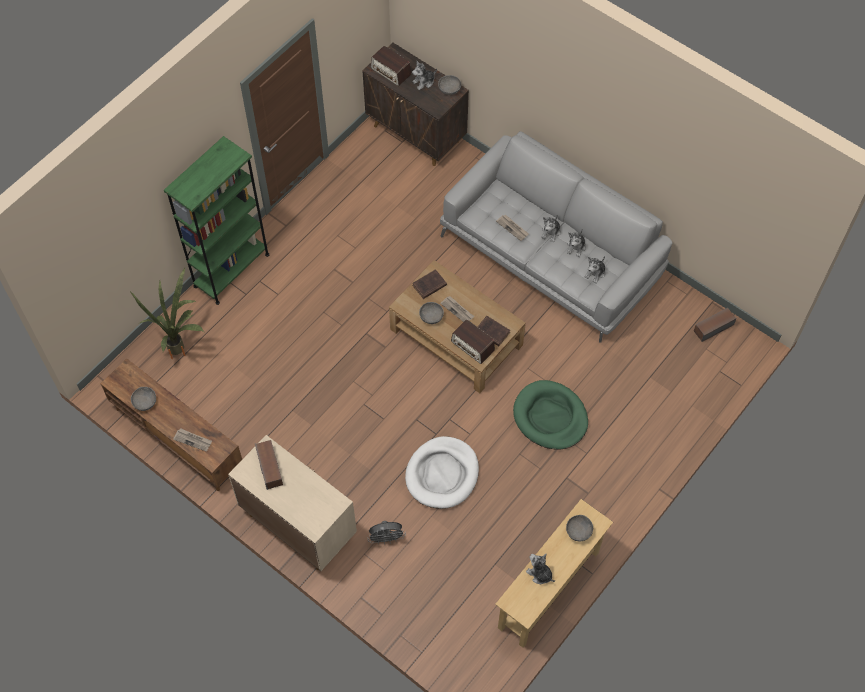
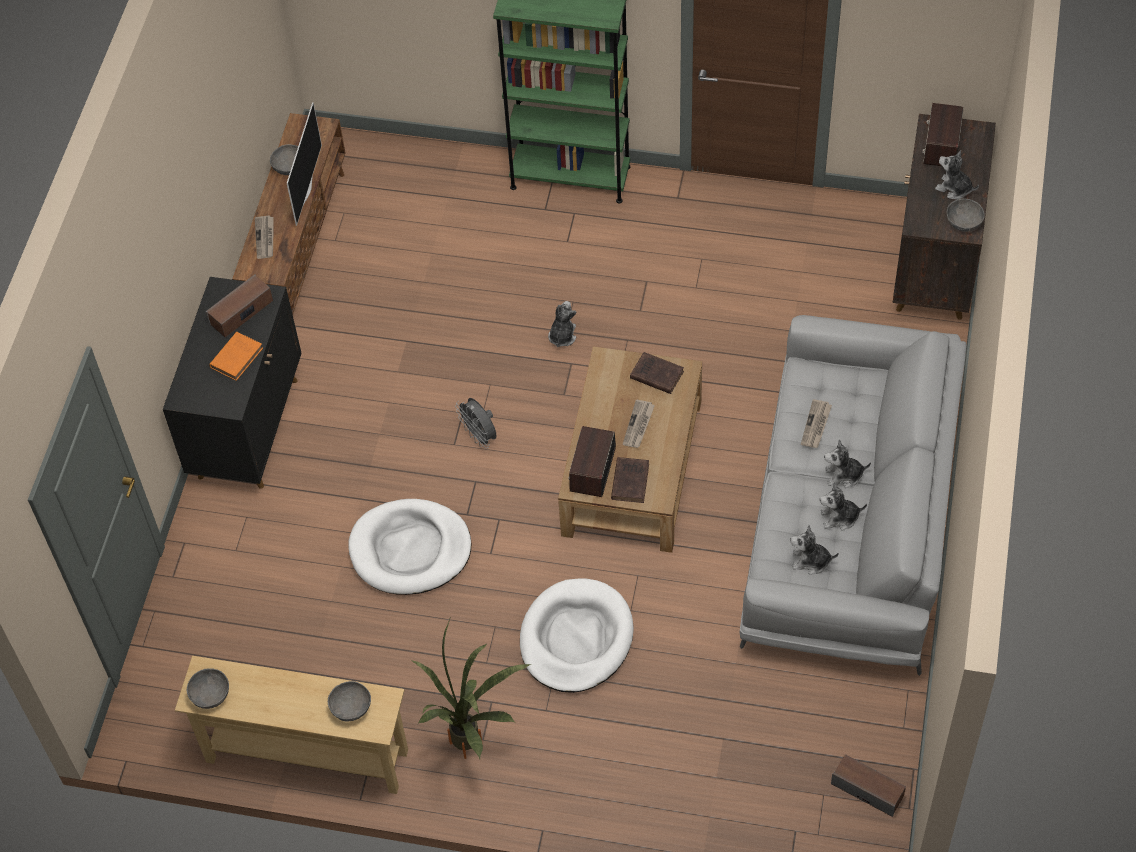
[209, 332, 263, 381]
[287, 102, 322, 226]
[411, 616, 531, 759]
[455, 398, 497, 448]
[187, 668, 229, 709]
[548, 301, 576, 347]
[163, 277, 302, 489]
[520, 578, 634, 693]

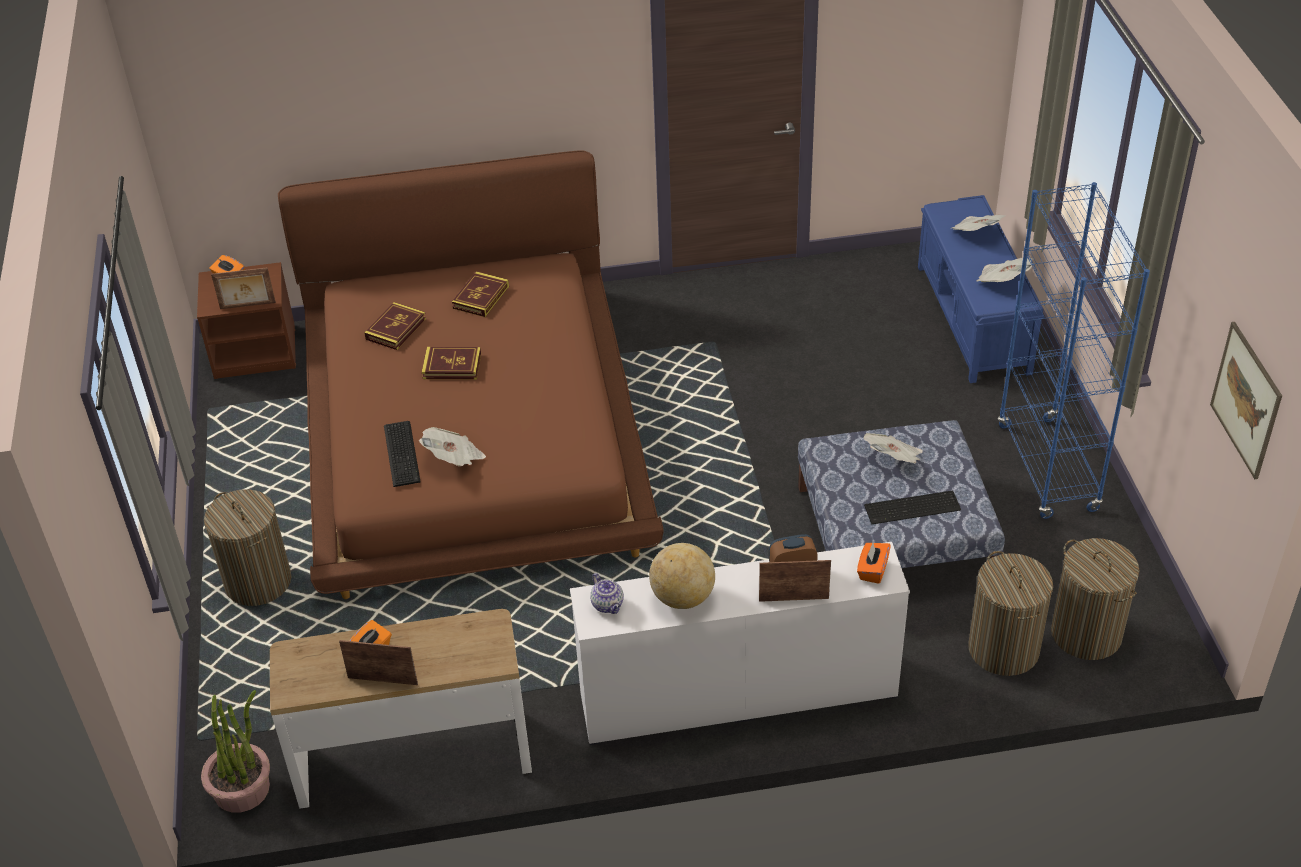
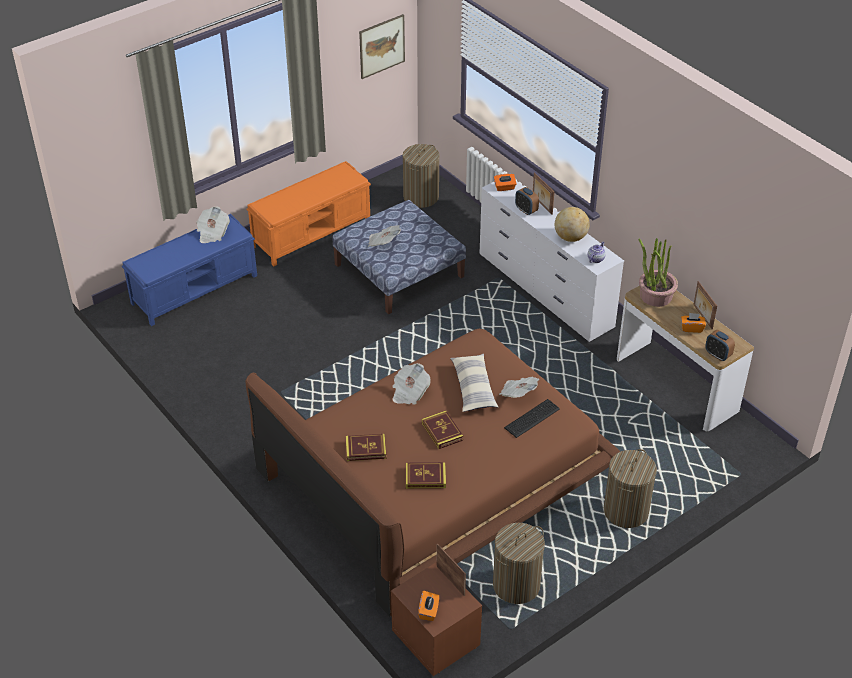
[864, 490, 961, 524] (first image)
[450, 354, 498, 412]
[705, 330, 735, 361]
[638, 238, 678, 307]
[392, 363, 431, 405]
[493, 523, 545, 604]
[246, 161, 371, 266]

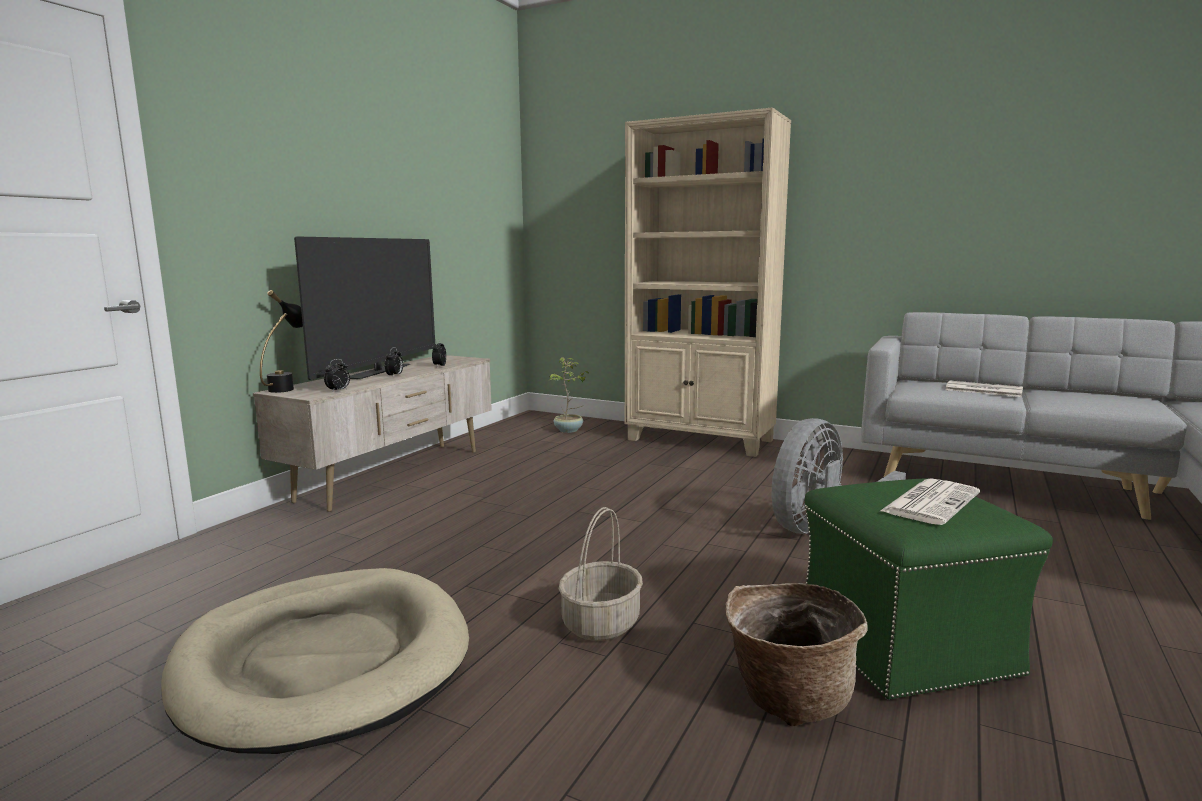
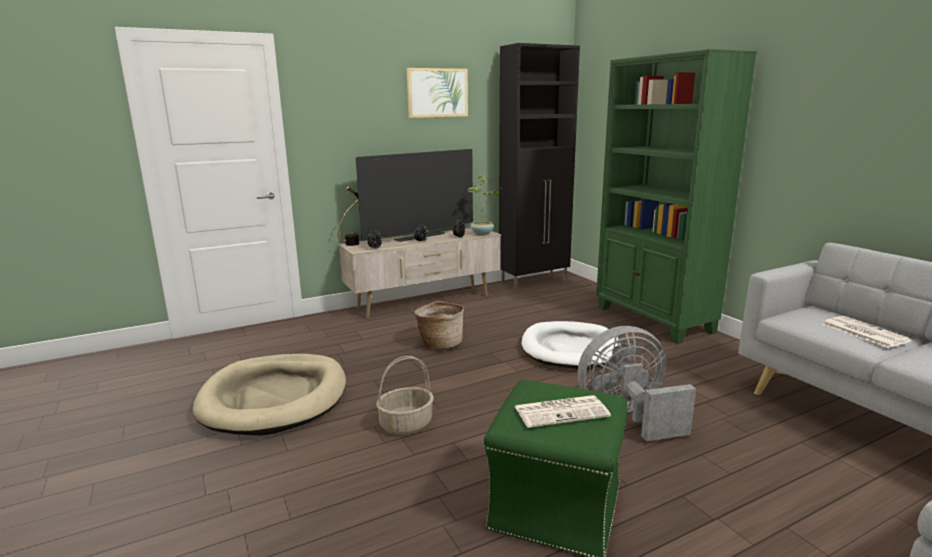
[407, 68, 468, 118]
[499, 43, 580, 290]
[522, 321, 620, 369]
[468, 175, 500, 235]
[414, 301, 464, 349]
[596, 49, 757, 344]

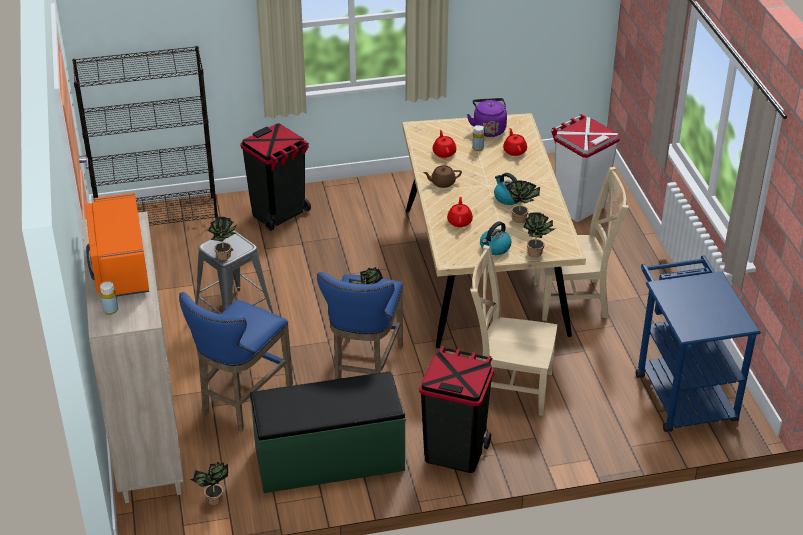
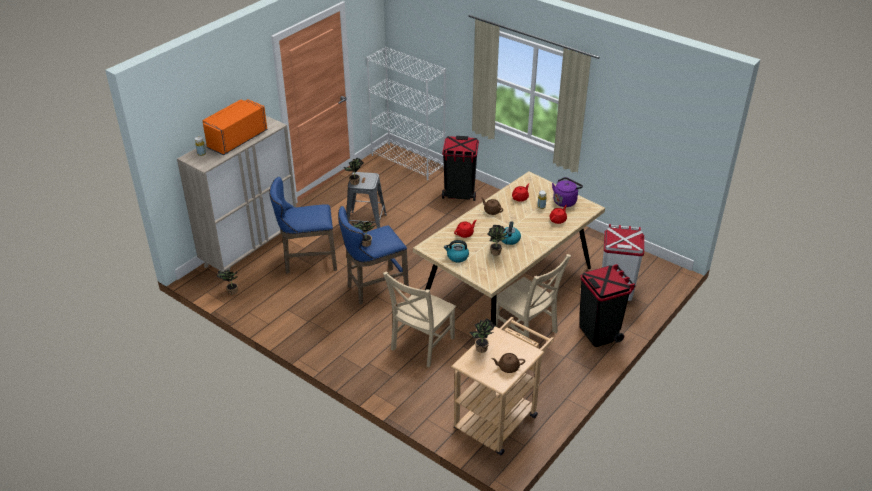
[250, 372, 406, 493] (first image)
[491, 353, 525, 373]
[579, 264, 635, 347]
[469, 318, 496, 353]
[366, 47, 446, 180]
[451, 317, 554, 455]
[383, 271, 456, 367]

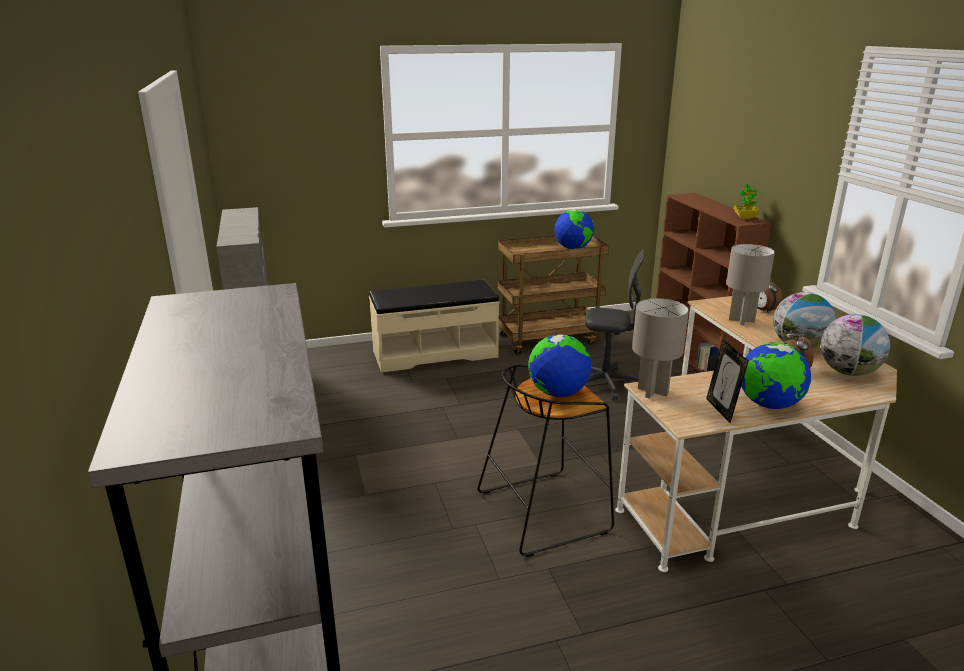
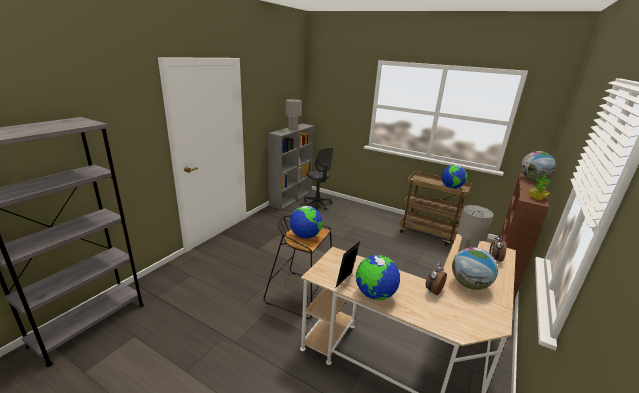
[369, 280, 500, 373] (first image)
[304, 148, 333, 210]
[286, 99, 302, 131]
[521, 151, 556, 181]

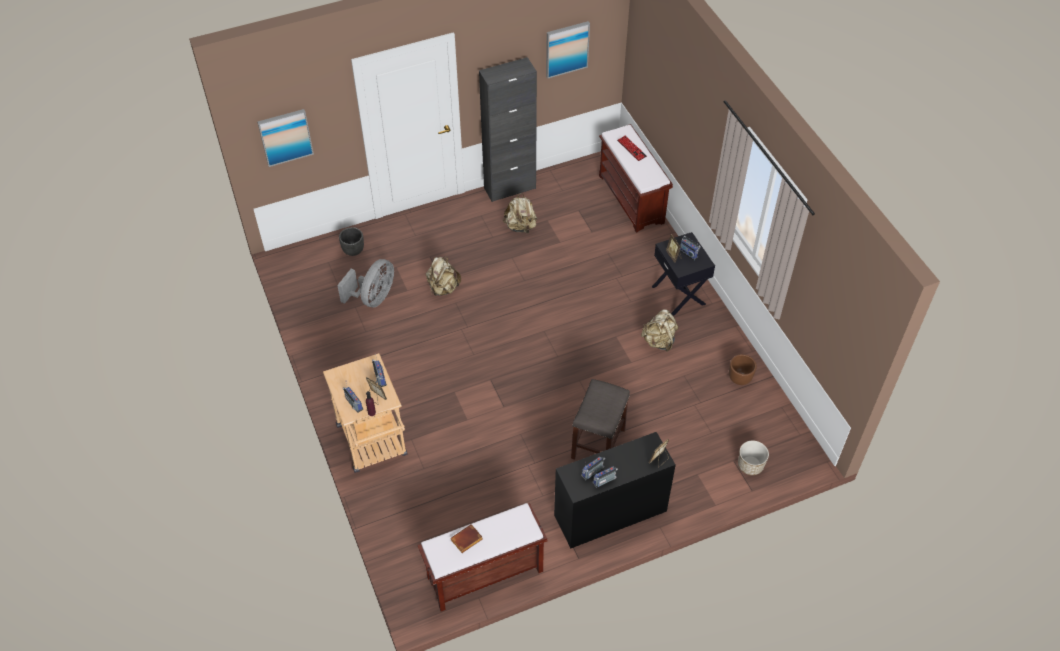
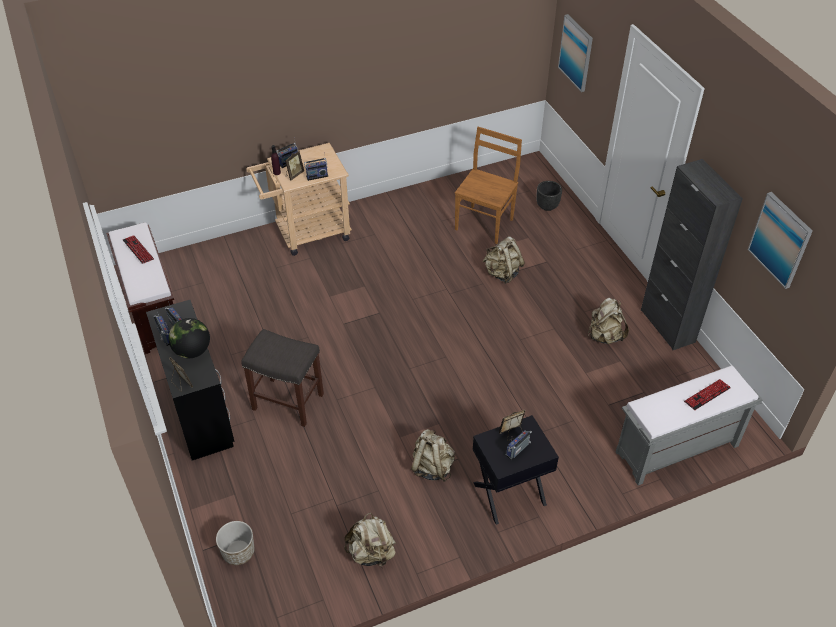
[168, 318, 210, 358]
[455, 127, 522, 244]
[123, 235, 154, 264]
[344, 512, 396, 566]
[616, 365, 763, 485]

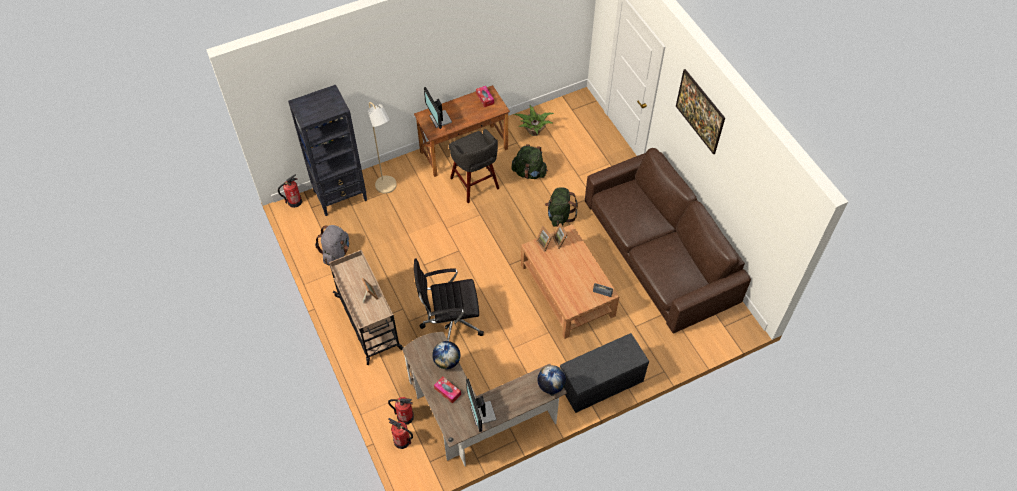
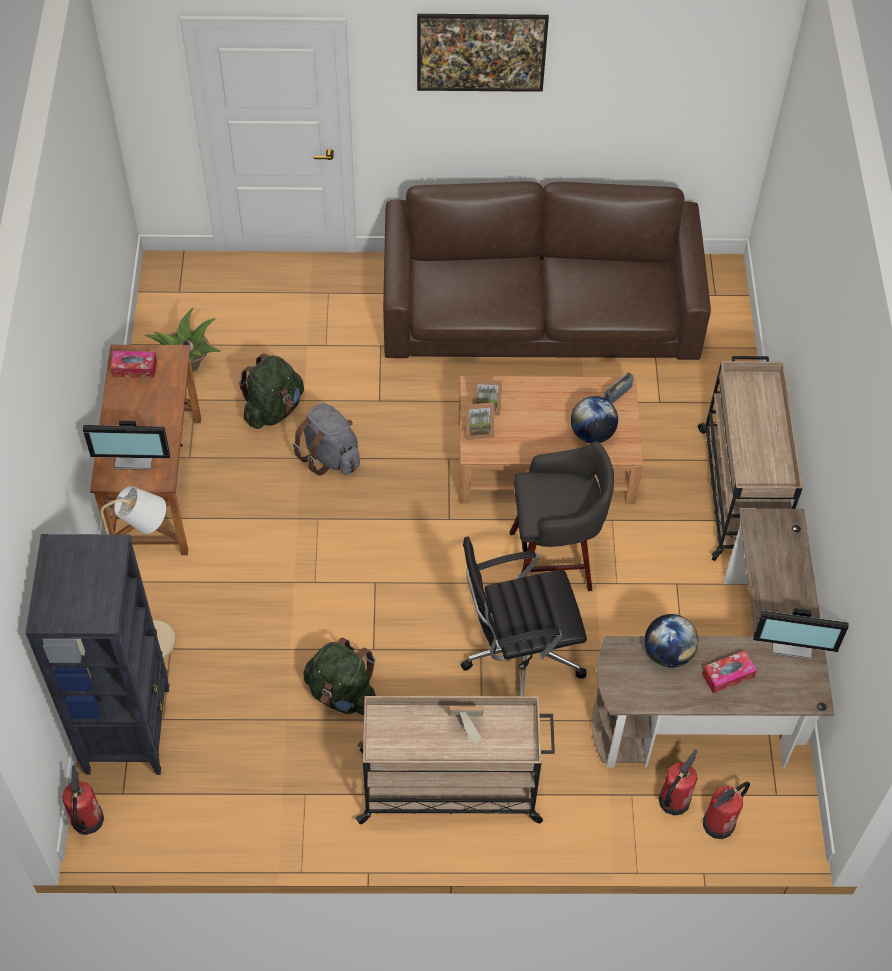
[293, 403, 360, 476]
[510, 441, 614, 591]
[571, 396, 618, 443]
[304, 638, 376, 715]
[698, 356, 803, 561]
[460, 536, 587, 696]

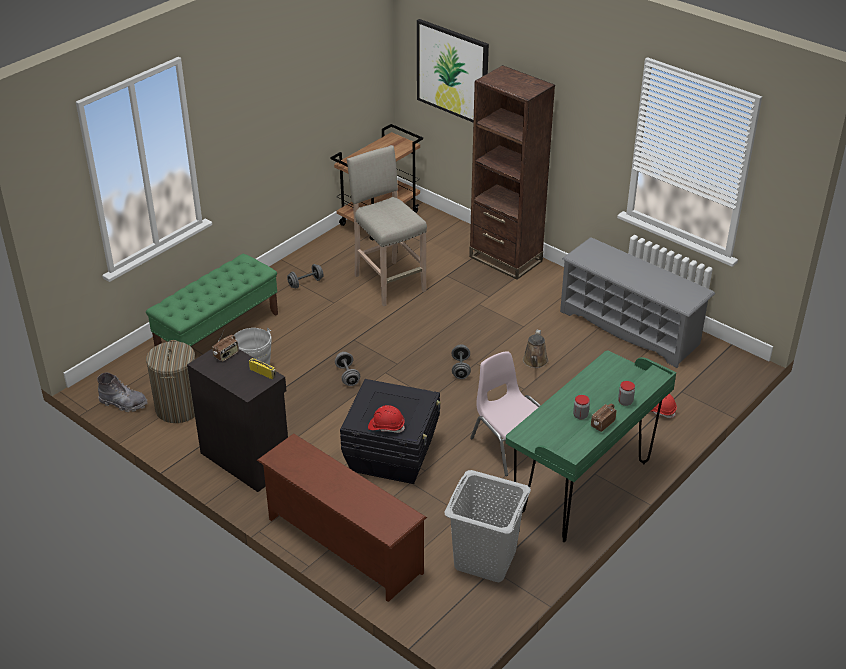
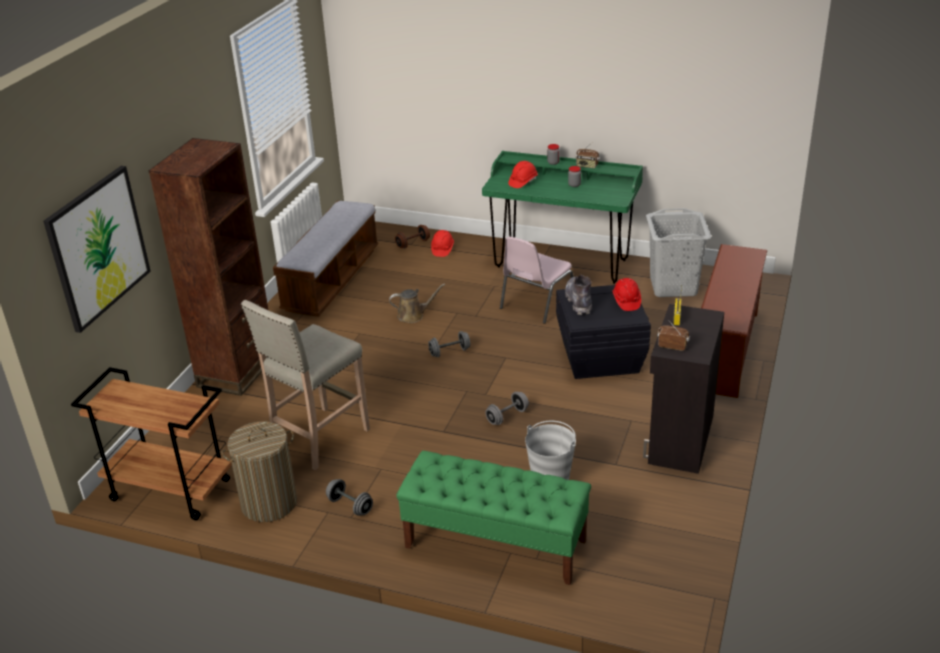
[395, 225, 430, 249]
[508, 161, 538, 188]
[565, 275, 592, 315]
[221, 421, 297, 522]
[273, 201, 378, 317]

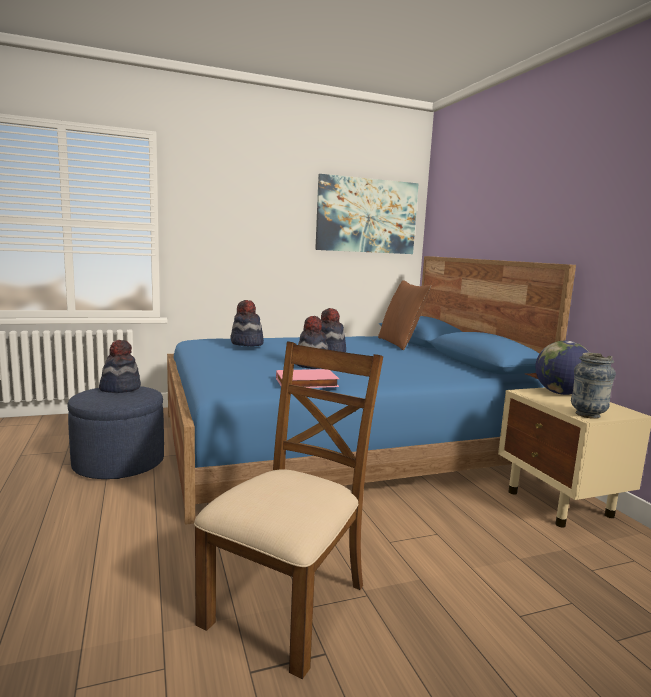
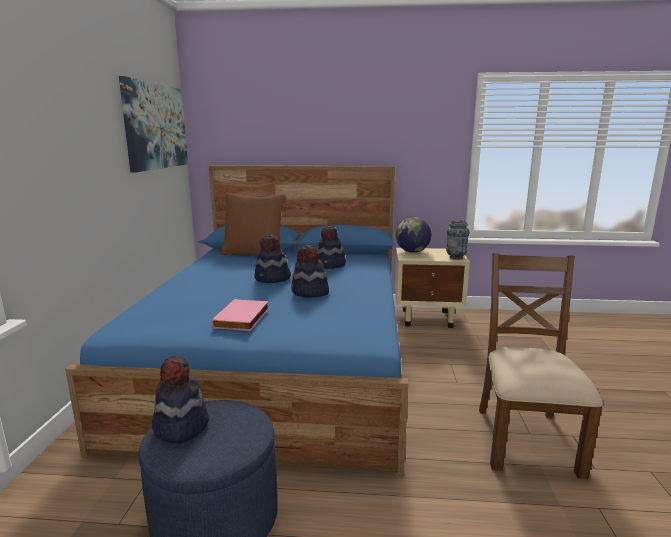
[317, 226, 346, 269]
[212, 299, 269, 331]
[479, 253, 603, 479]

